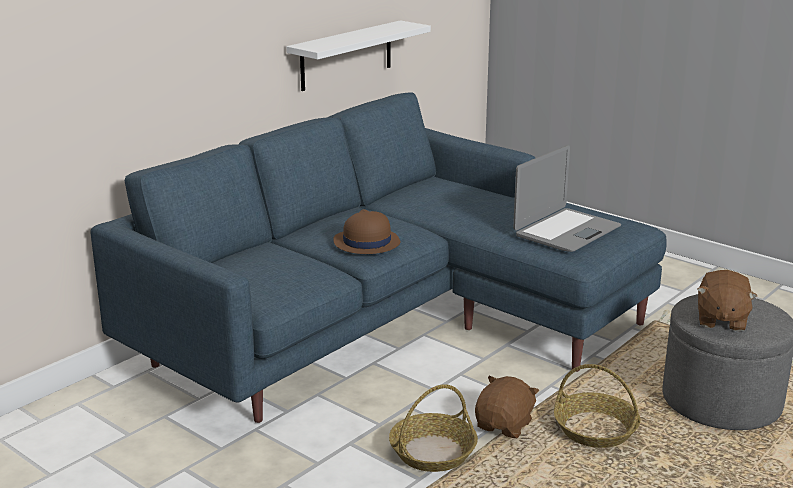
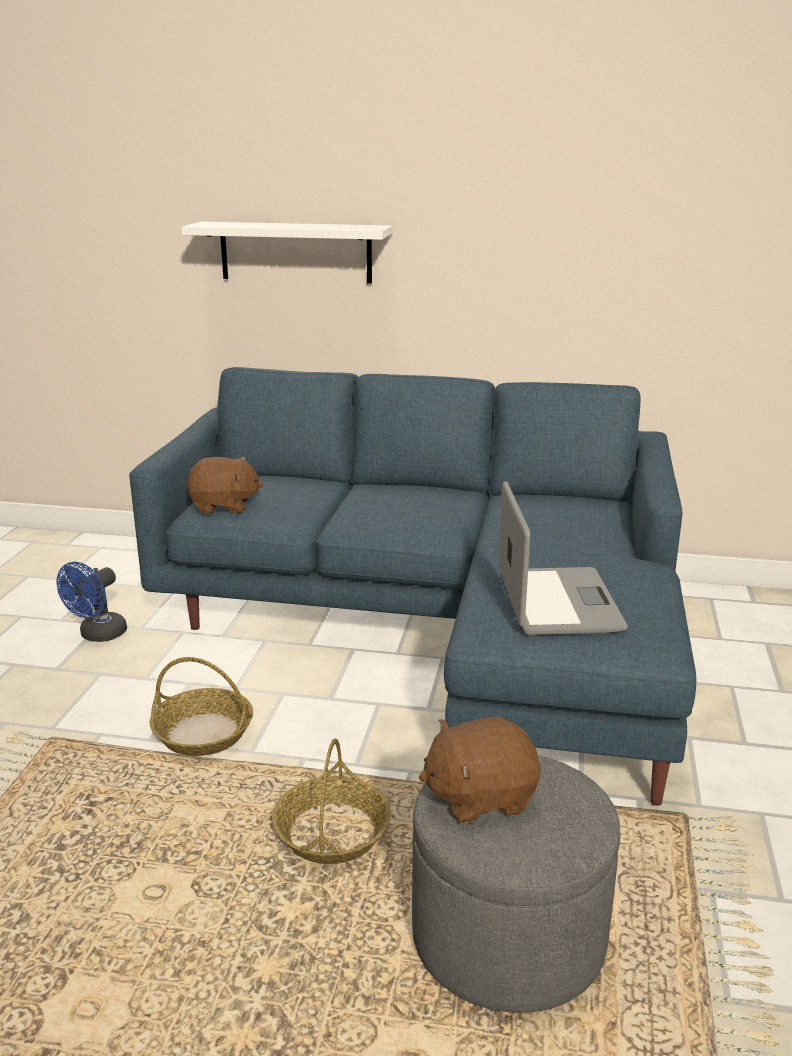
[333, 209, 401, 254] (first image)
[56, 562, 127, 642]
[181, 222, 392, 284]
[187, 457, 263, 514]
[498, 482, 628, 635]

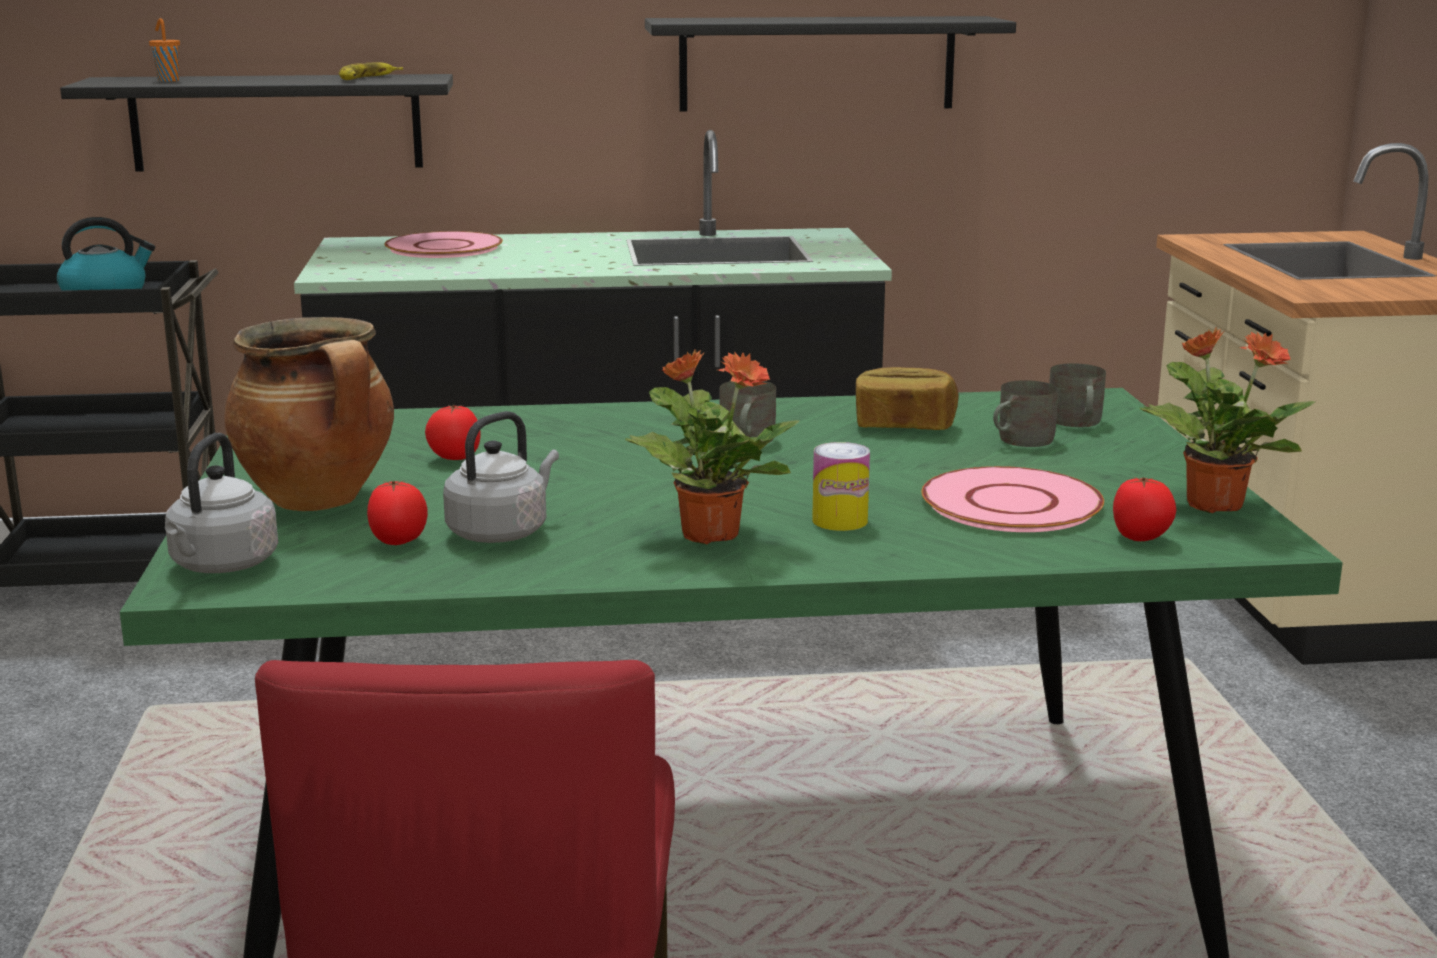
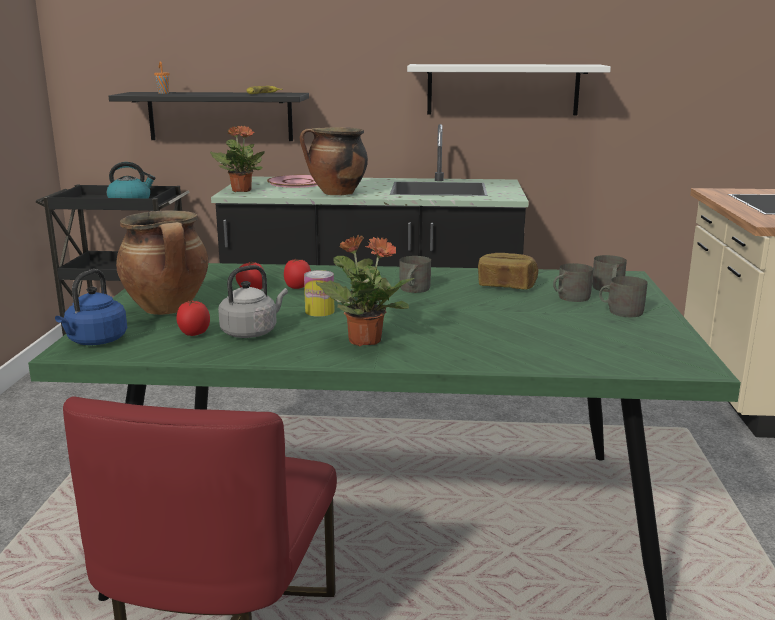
[921, 466, 1104, 532] (first image)
[300, 127, 368, 195]
[599, 276, 648, 317]
[304, 270, 335, 317]
[284, 259, 311, 289]
[210, 126, 265, 192]
[55, 269, 127, 345]
[407, 64, 611, 115]

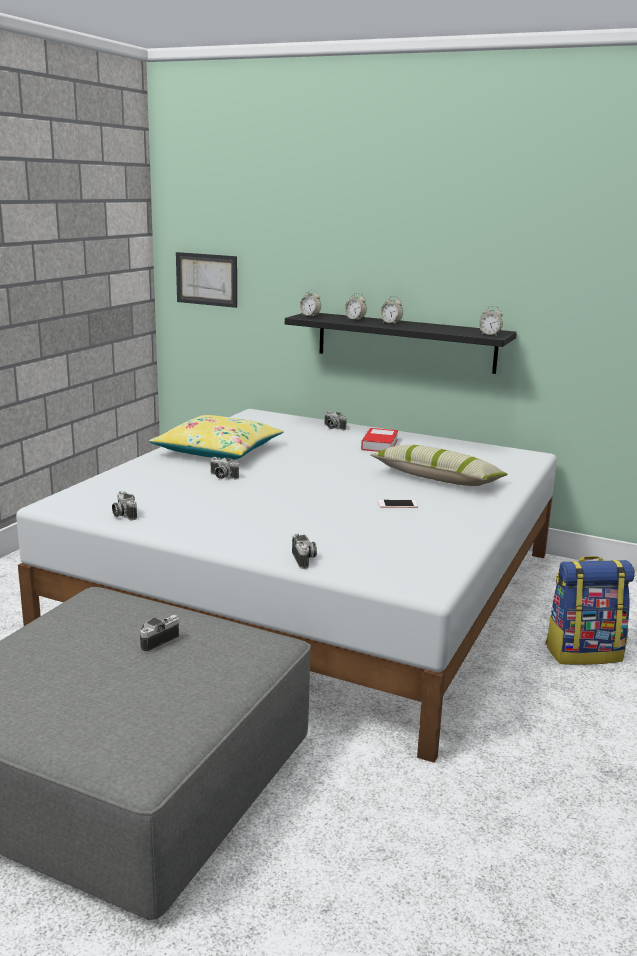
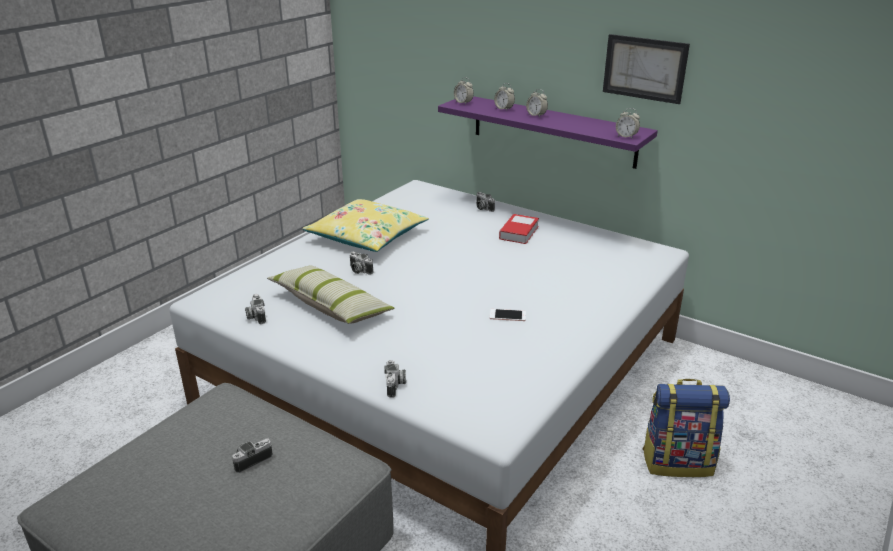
[603, 34, 690, 104]
[267, 266, 394, 324]
[438, 96, 658, 169]

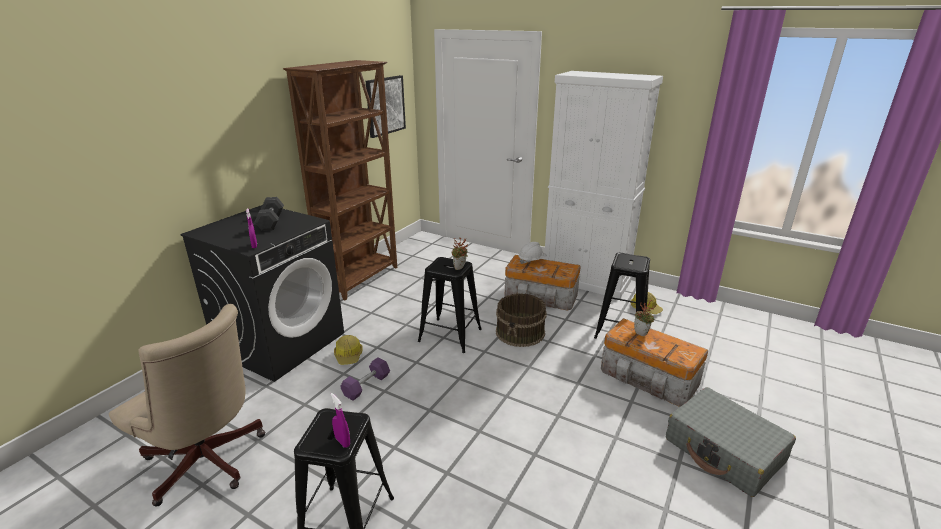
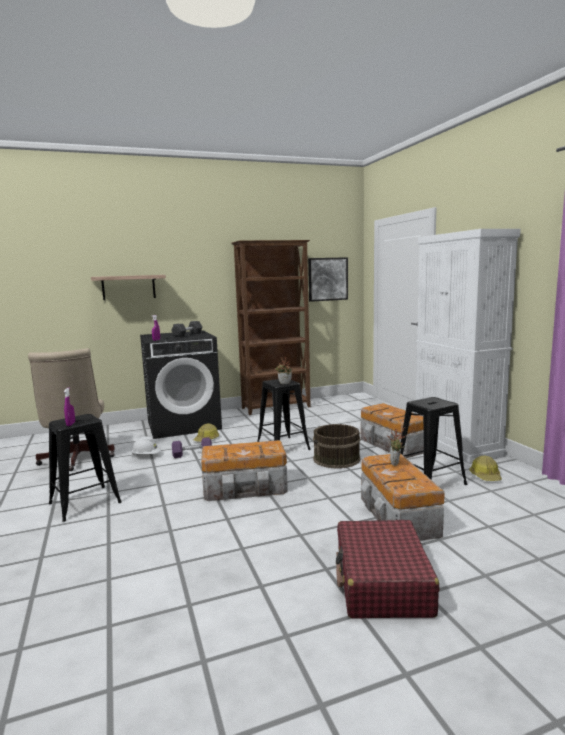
[91, 275, 166, 300]
[201, 440, 288, 501]
[132, 437, 161, 456]
[336, 520, 440, 619]

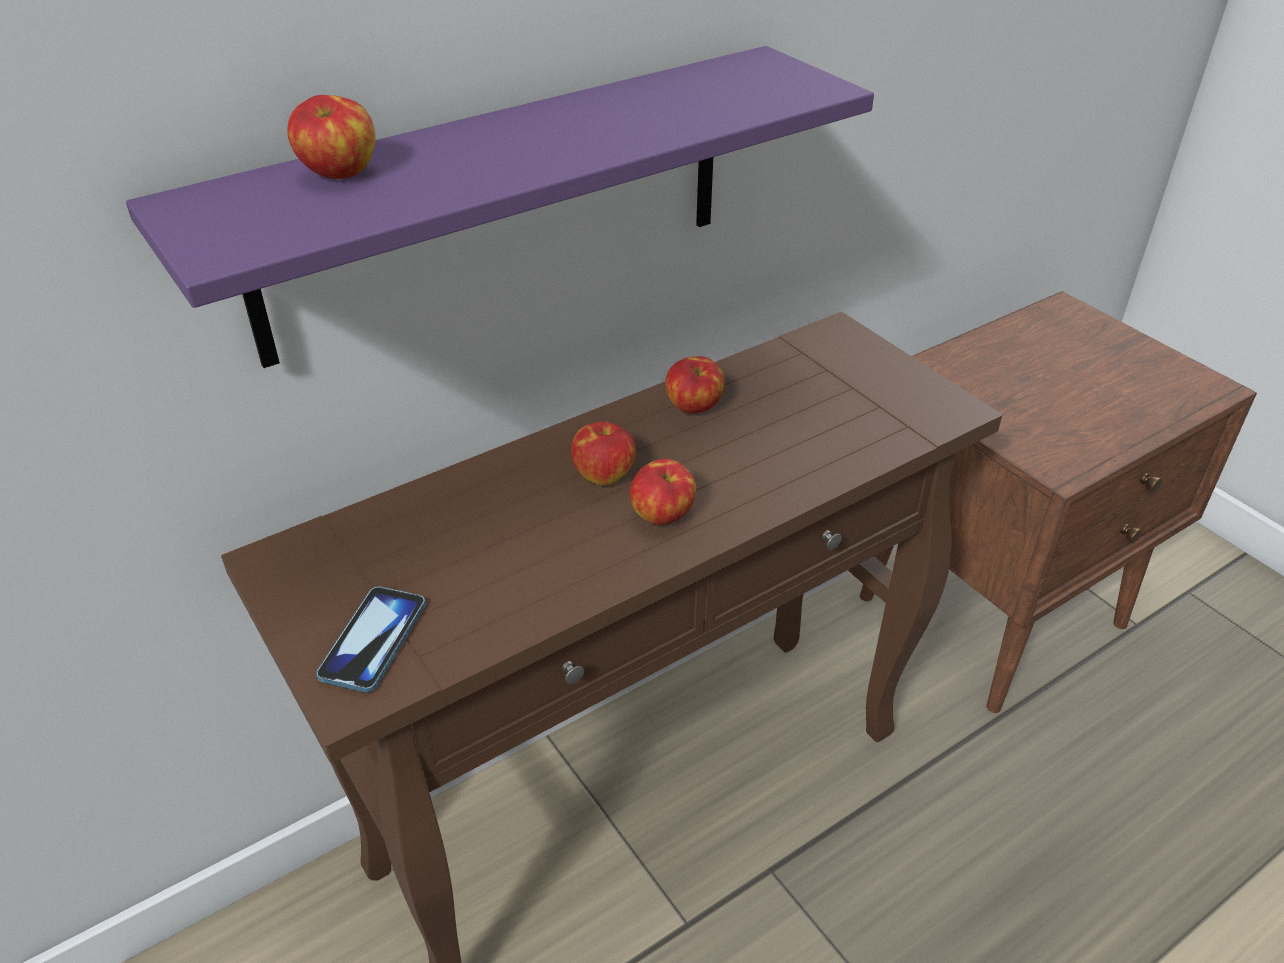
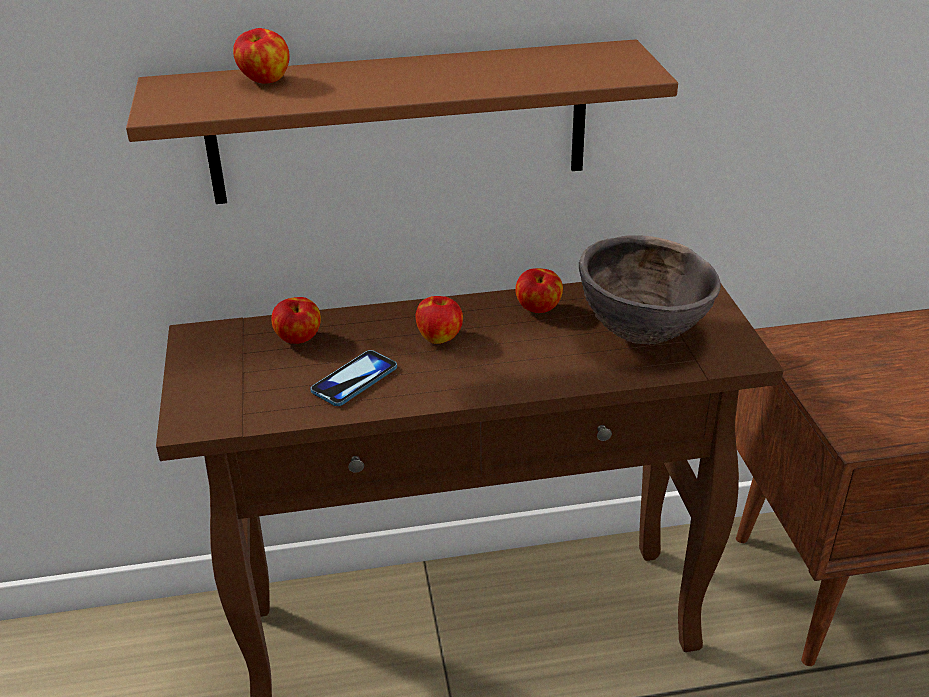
[579, 235, 721, 345]
[310, 350, 397, 406]
[271, 297, 321, 344]
[126, 39, 678, 204]

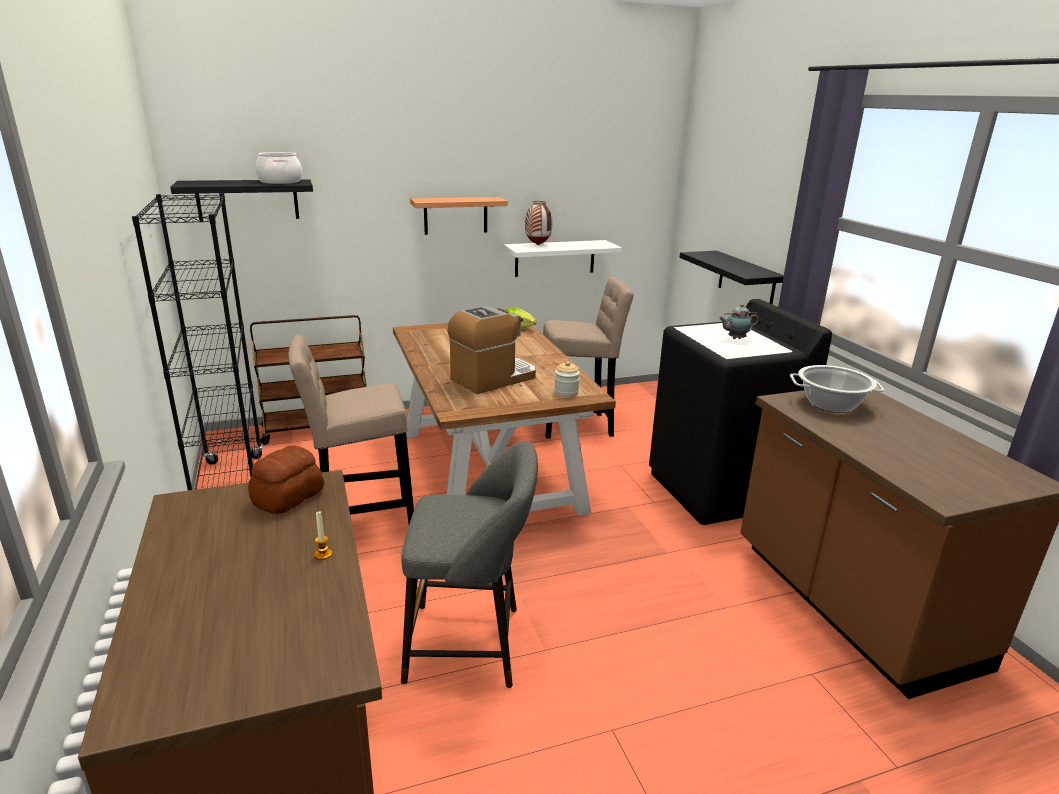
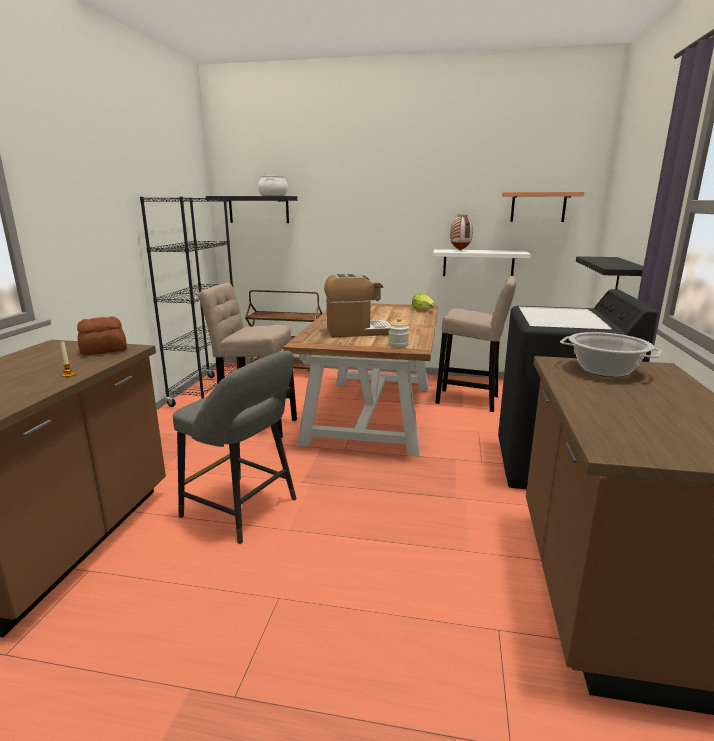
[719, 304, 759, 339] (first image)
[502, 192, 584, 222]

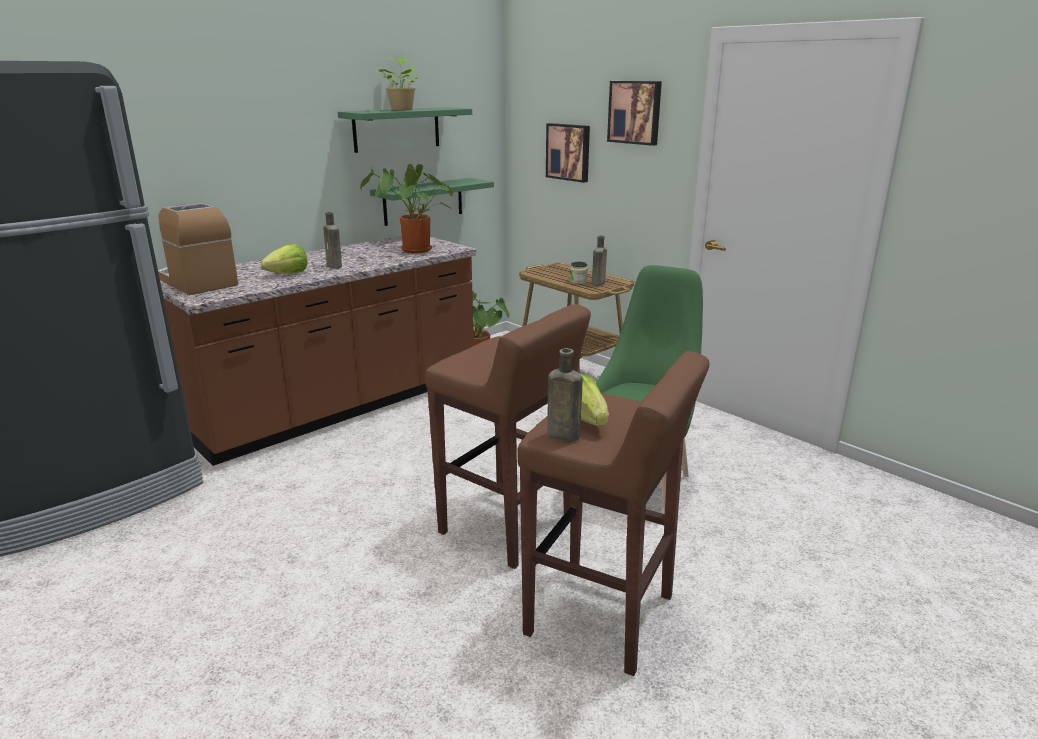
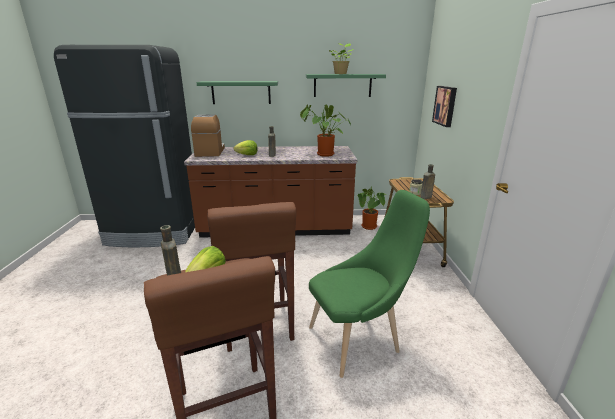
[607, 81, 662, 146] (first image)
[197, 81, 278, 104]

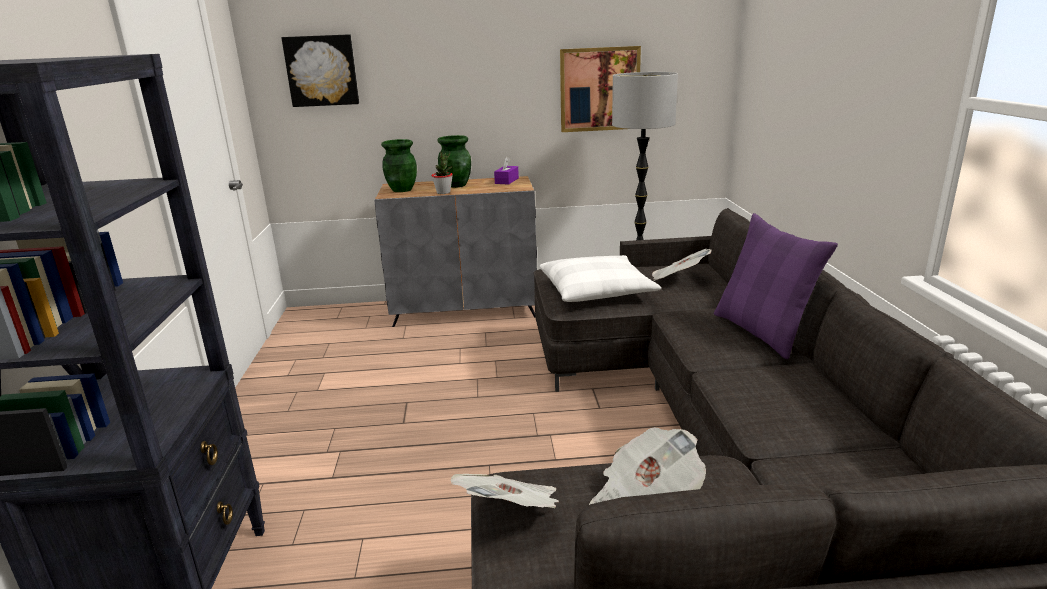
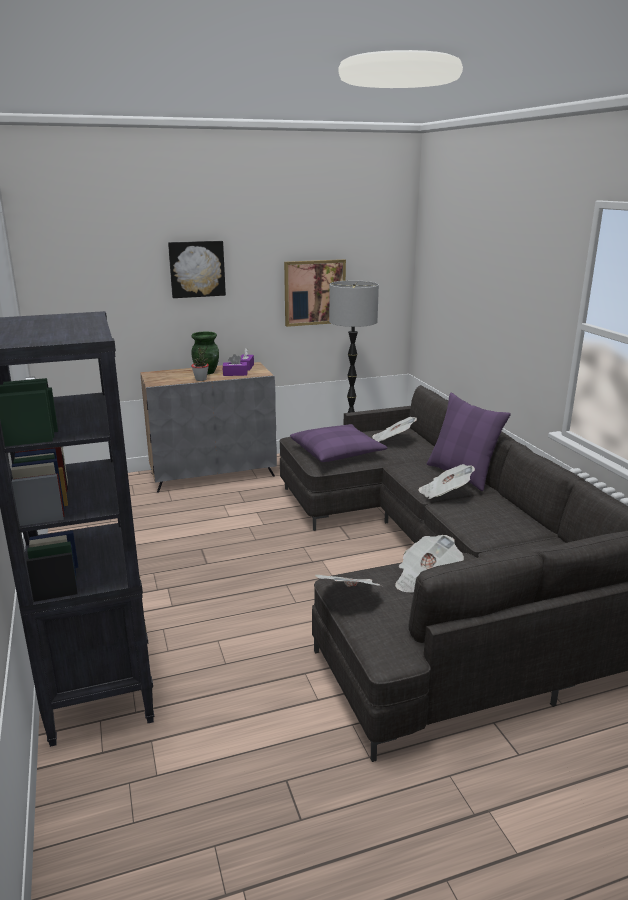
[381, 139, 417, 192] (first image)
[223, 354, 248, 376]
[418, 464, 475, 499]
[168, 241, 226, 298]
[290, 424, 388, 462]

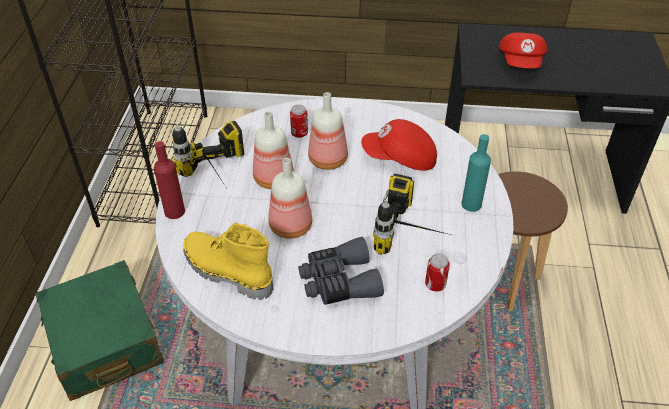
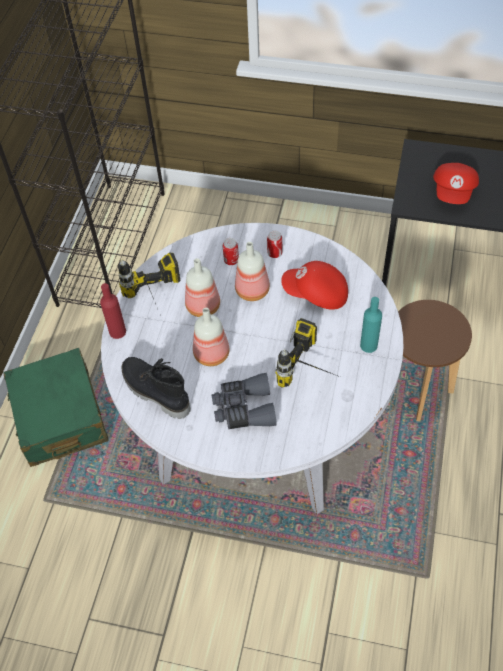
[267, 231, 282, 258]
[121, 357, 191, 419]

